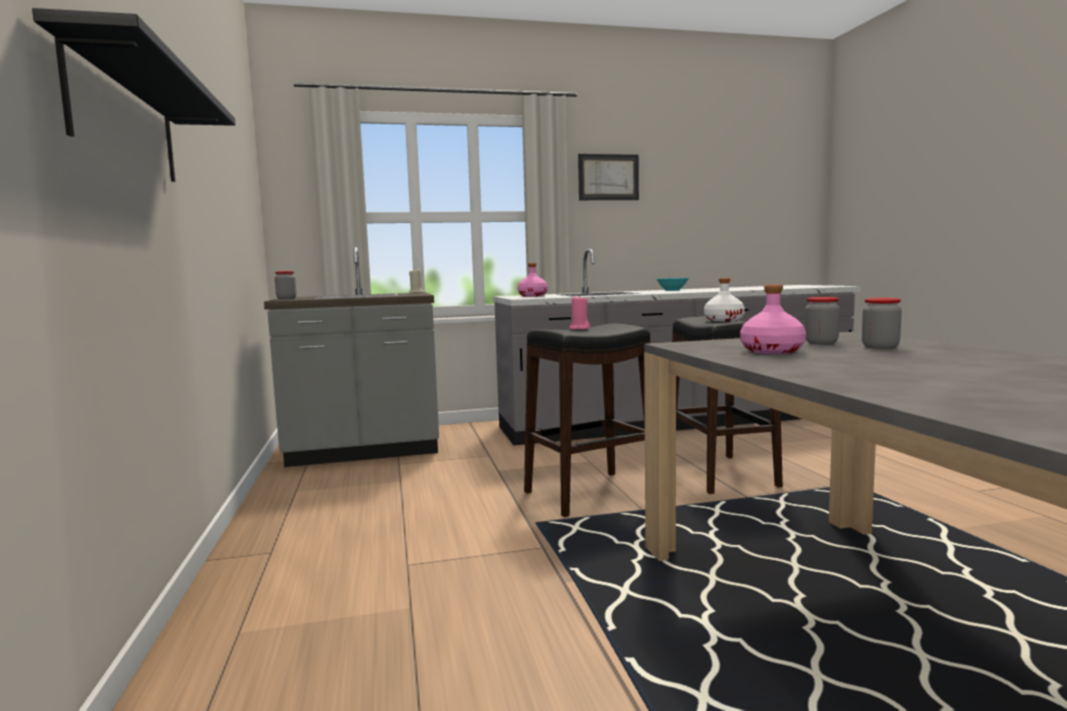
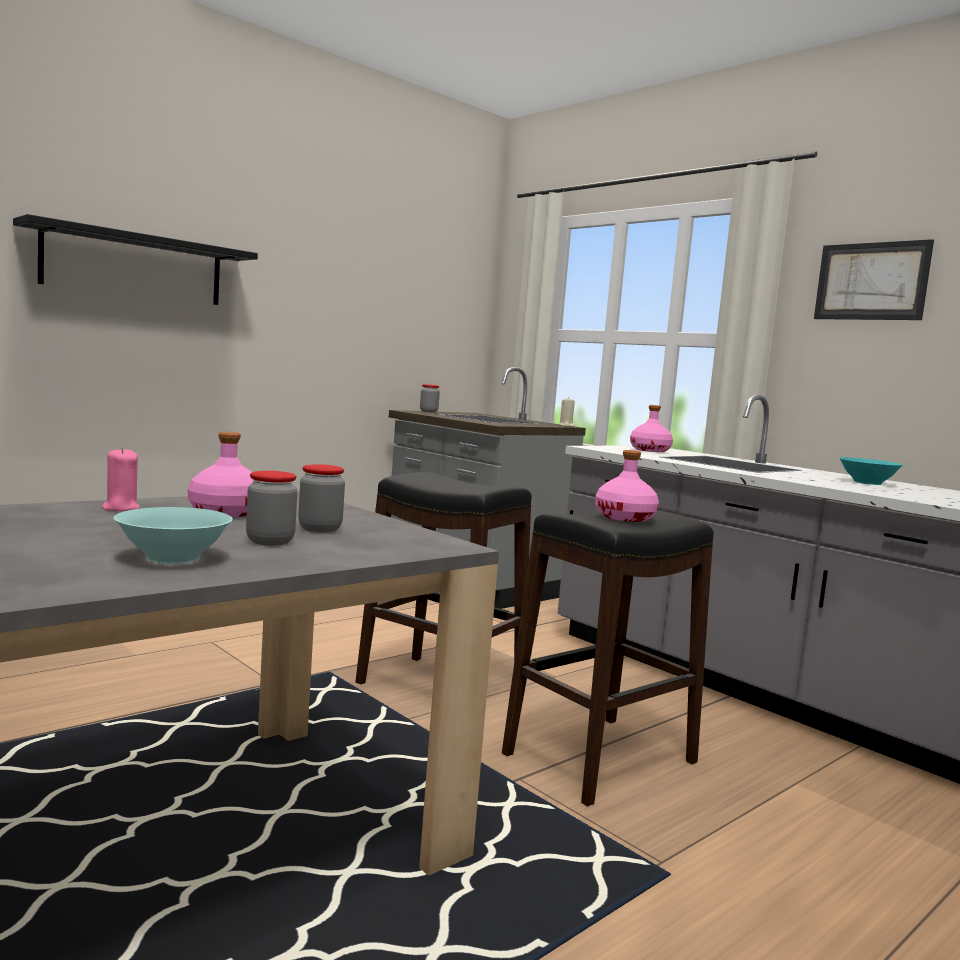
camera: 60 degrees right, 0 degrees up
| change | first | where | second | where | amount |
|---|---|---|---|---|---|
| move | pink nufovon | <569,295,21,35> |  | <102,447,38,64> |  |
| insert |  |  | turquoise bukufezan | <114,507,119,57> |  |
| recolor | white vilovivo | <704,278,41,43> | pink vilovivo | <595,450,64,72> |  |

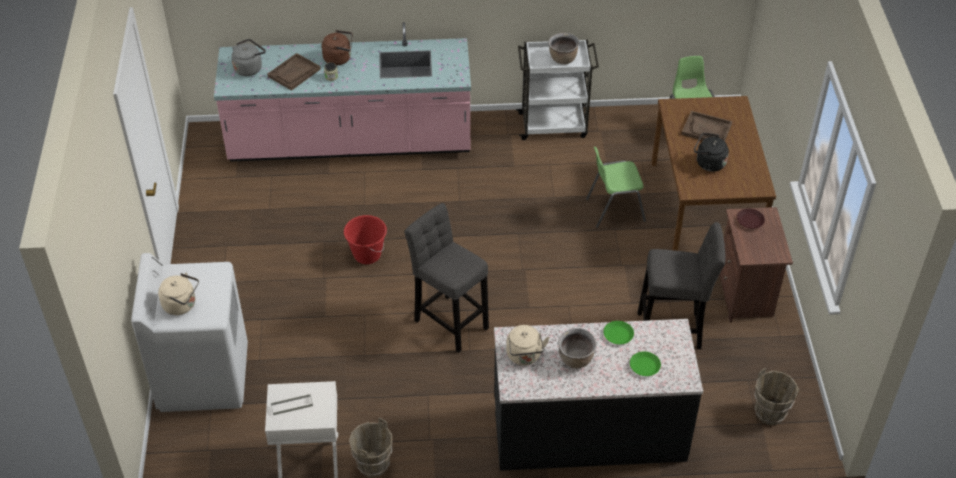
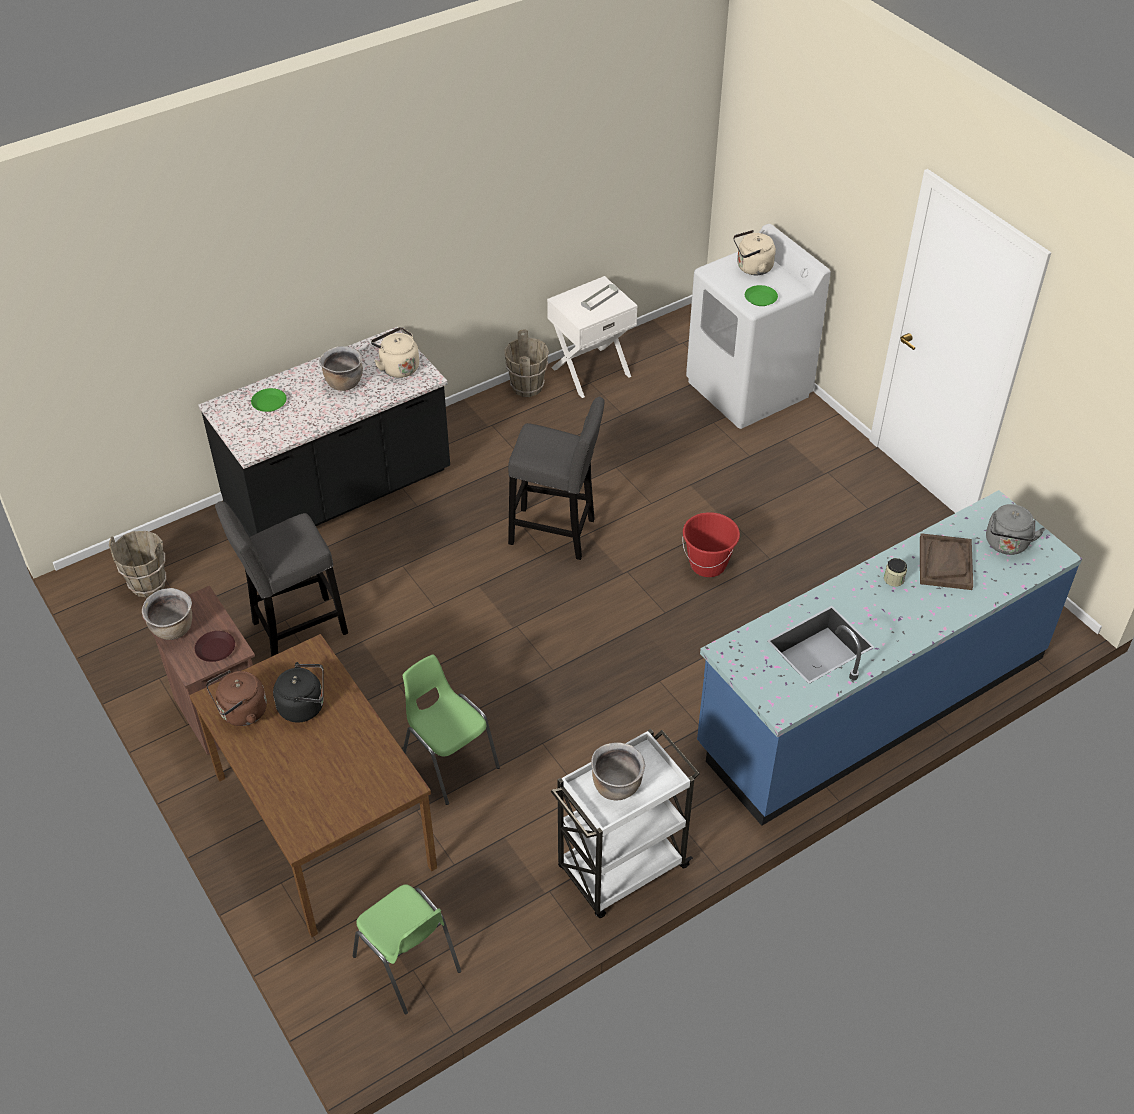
camera: 150 degrees right, 0 degrees up
| change | first | where | second | where | amount |
|---|---|---|---|---|---|
| insert |  |  | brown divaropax | <142,588,50,52> |  |
| move | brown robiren | <322,30,30,36> |  | <206,670,61,56> |  |
| rotate | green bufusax | <586,147,60,81> |  | <403,654,97,151> | 90 degrees counterclockwise |
| recolor | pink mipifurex | <214,22,257,140> | blue mipifurex | <697,490,385,336> |  |
| move | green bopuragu | <603,321,31,23> |  | <745,285,33,21> |  |
| delete | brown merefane | <681,111,51,30> |  |  |  |

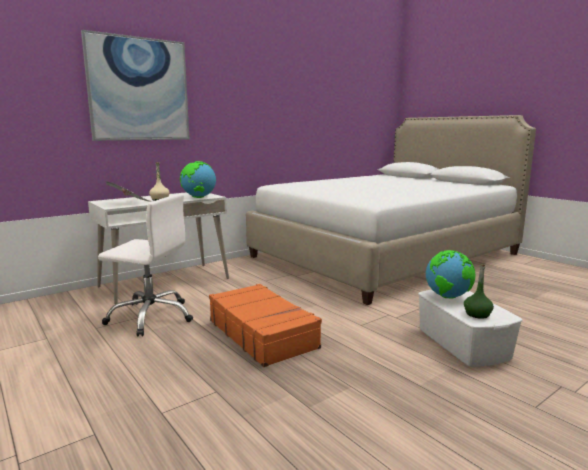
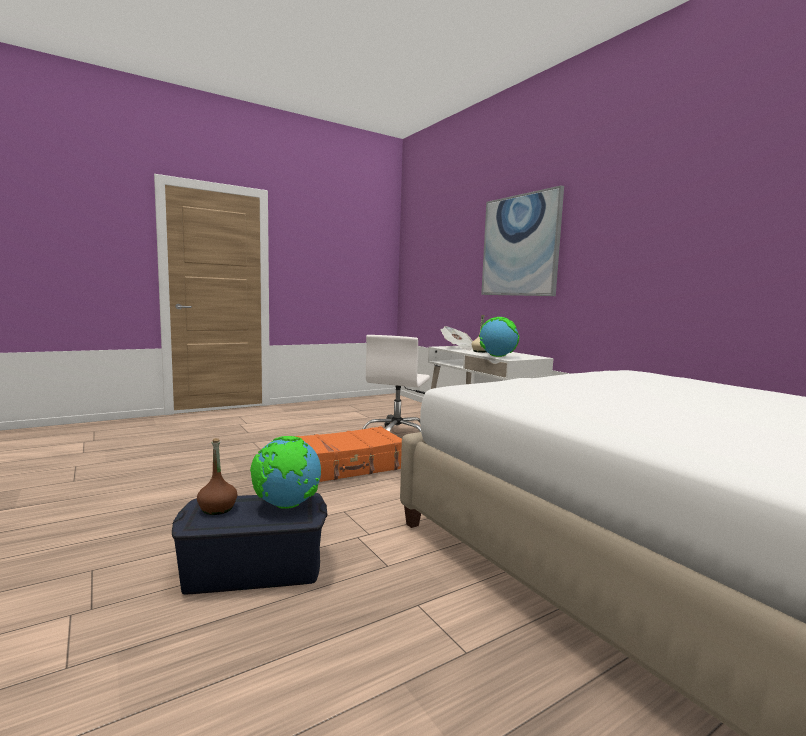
camera: 95 degrees right, 5 degrees down
| change | first | where | second | where | amount |
|---|---|---|---|---|---|
| recolor | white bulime | <418,289,105,78> | blue bulime | <172,493,155,102> |  |
| recolor | green vilovivo | <464,264,30,55> | brown vilovivo | <197,438,40,77> |  |

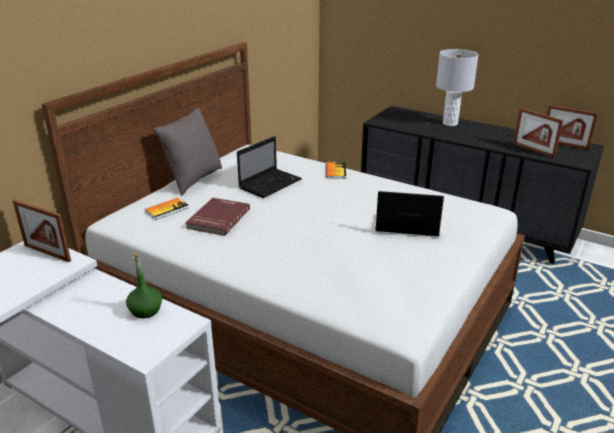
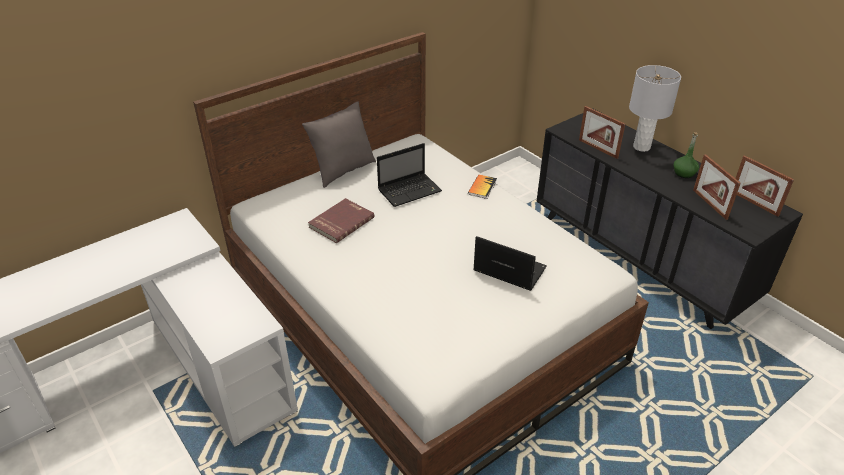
camera: 20 degrees right, 10 degrees up
| change | first | where | second | where | amount |
|---|---|---|---|---|---|
| move | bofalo | <13,200,58,62> |  | <579,106,46,53> |  |
| move | green vilovivo | <126,253,36,65> |  | <674,132,25,46> |  |
| delete | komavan | <145,198,44,22> |  |  |  |

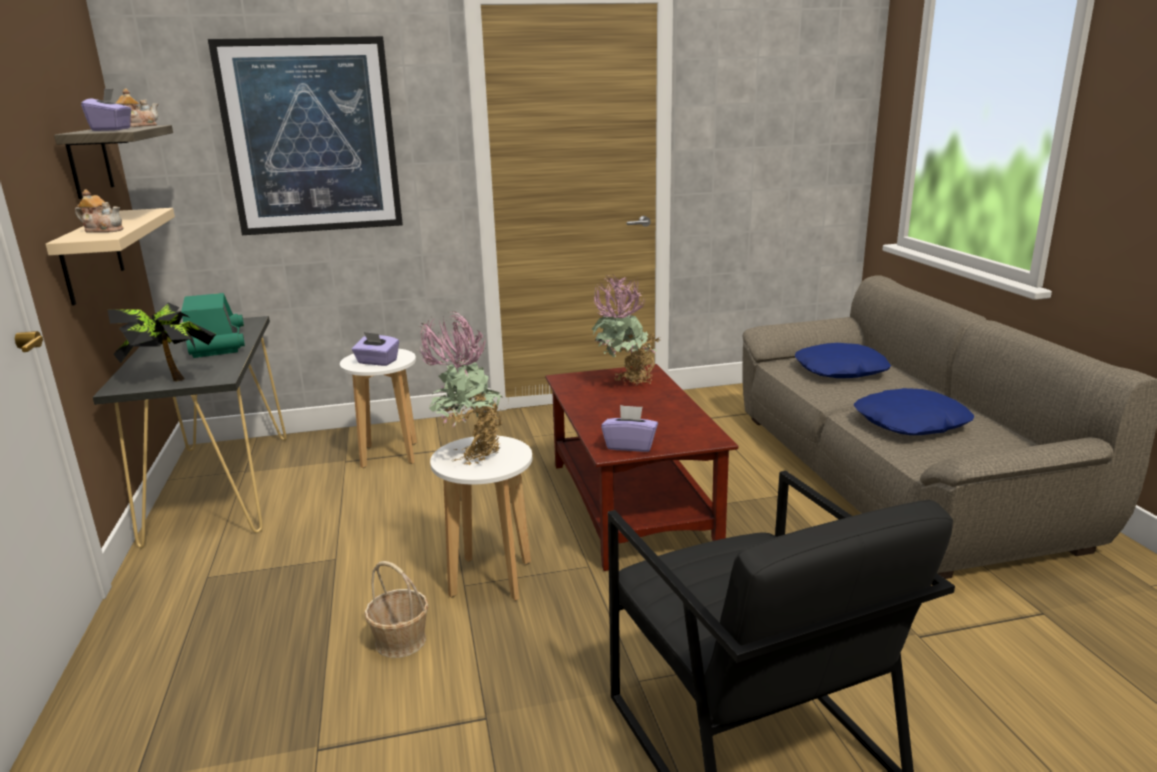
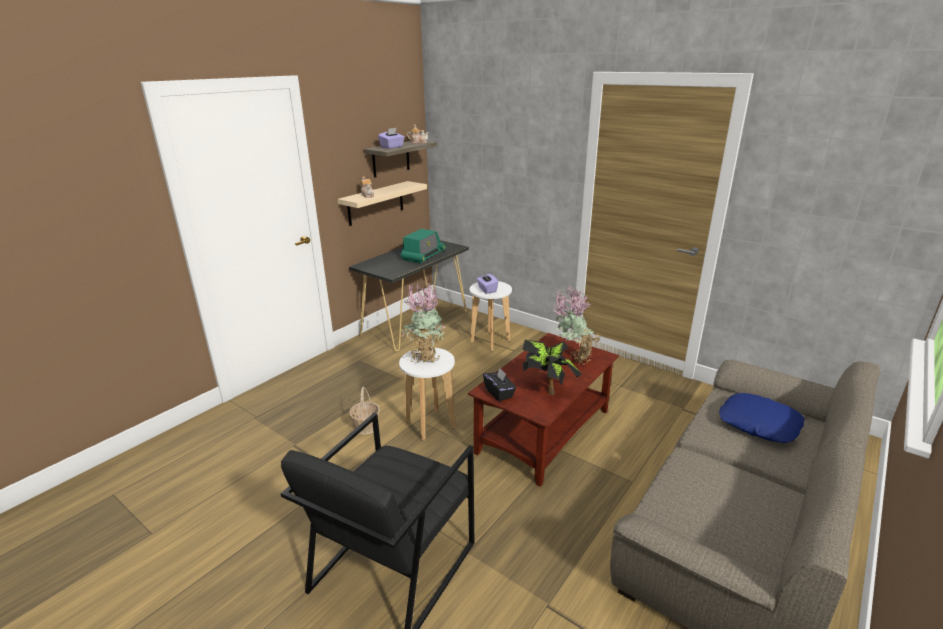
camera: 50 degrees right, 5 degrees up
| change | first | where | second | where | amount |
|---|---|---|---|---|---|
| recolor | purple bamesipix | <601,405,57,47> | black bamesipix | <483,368,33,33> |  |
| move | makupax | <108,303,108,78> |  | <522,340,60,55> |  |
| delete | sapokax | <208,36,195,199> |  |  |  |
| delete | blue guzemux | <854,388,120,47> |  |  |  |

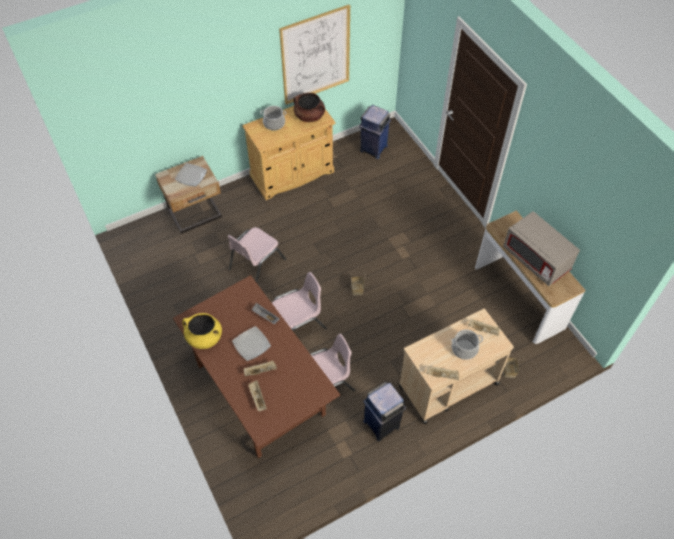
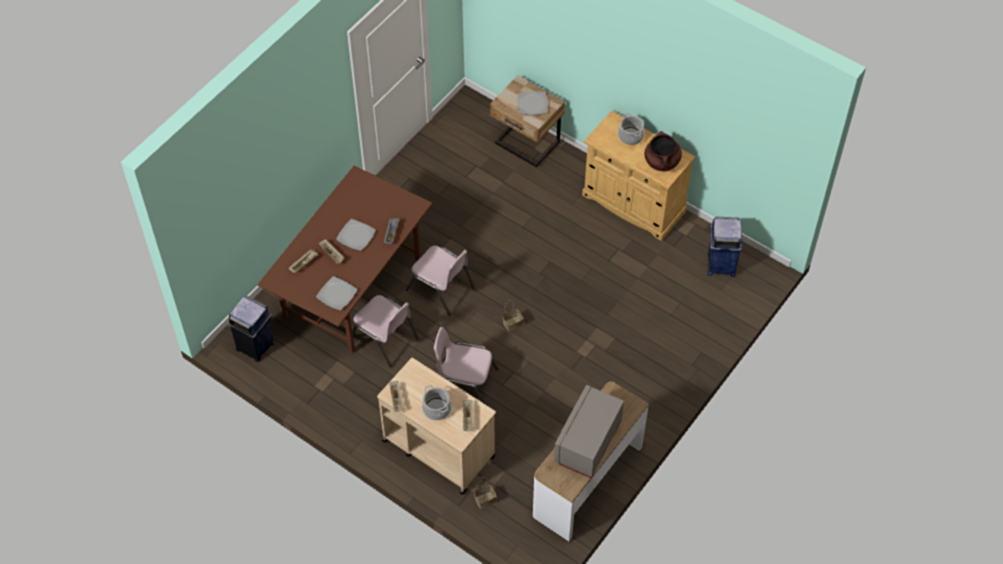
camera: 65 degrees right, 0 degrees up
| change | first | where | second | where | amount |
|---|---|---|---|---|---|
| move | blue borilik | <363,382,43,59> |  | <228,296,47,66> |  |
| insert |  |  | bopuragu | <316,276,41,35> |  |
| move | pink bufusax | <228,227,58,56> |  | <434,327,64,78> |  |
| delete | yellow divaropax | <182,313,40,36> |  |  |  |
| delete | sapokax | <279,5,71,100> |  |  |  |

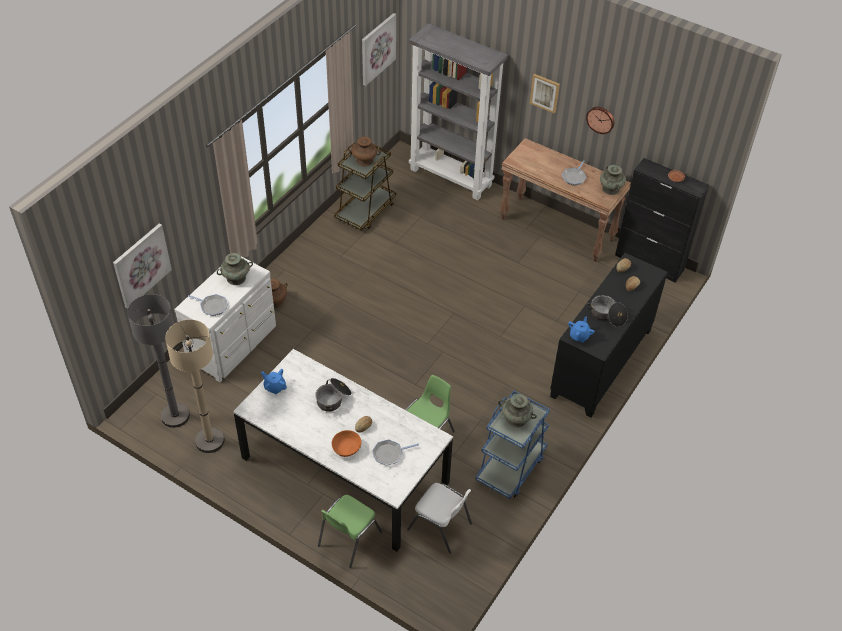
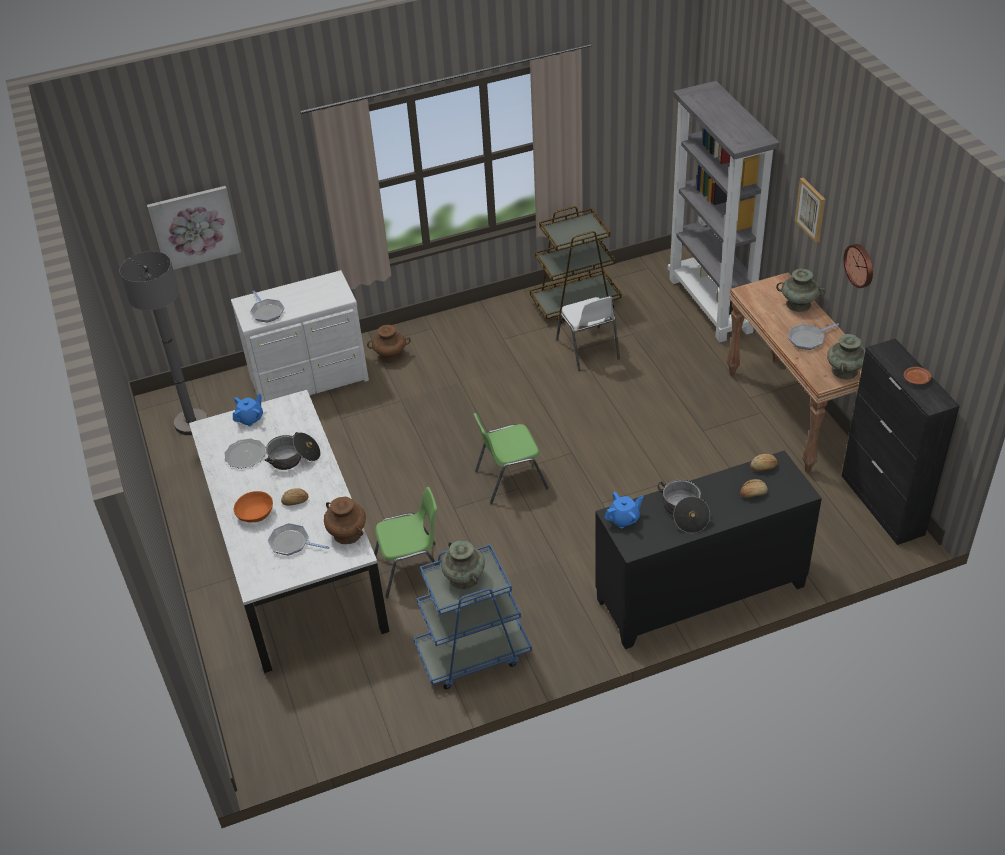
camera: 40 degrees right, 5 degrees down
| change | first | where | second | where | amount |
|---|---|---|---|---|---|
| insert |  |  | bopuragu | <224,438,42,31> |  |
| rotate | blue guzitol | <261,369,26,25> |  | <233,394,30,32> | 60 degrees clockwise |
| move | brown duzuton | <348,137,33,29> |  | <324,497,42,47> |  |
| move | green bufusax | <318,495,64,73> |  | <474,413,75,91> |  |
| move | white bufusax | <407,483,65,71> |  | <556,296,64,75> |  |
| move | turquoise duzuton | <217,253,36,32> |  | <776,269,50,43> |  |
| delete | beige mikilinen | <165,319,59,134> |  |  |  |
| delete | sapokax | <362,13,34,73> |  |  |  |

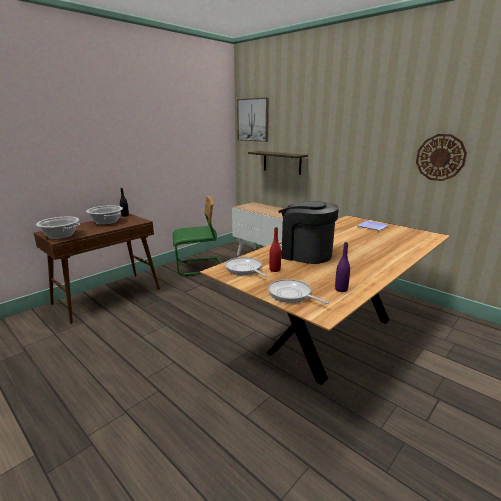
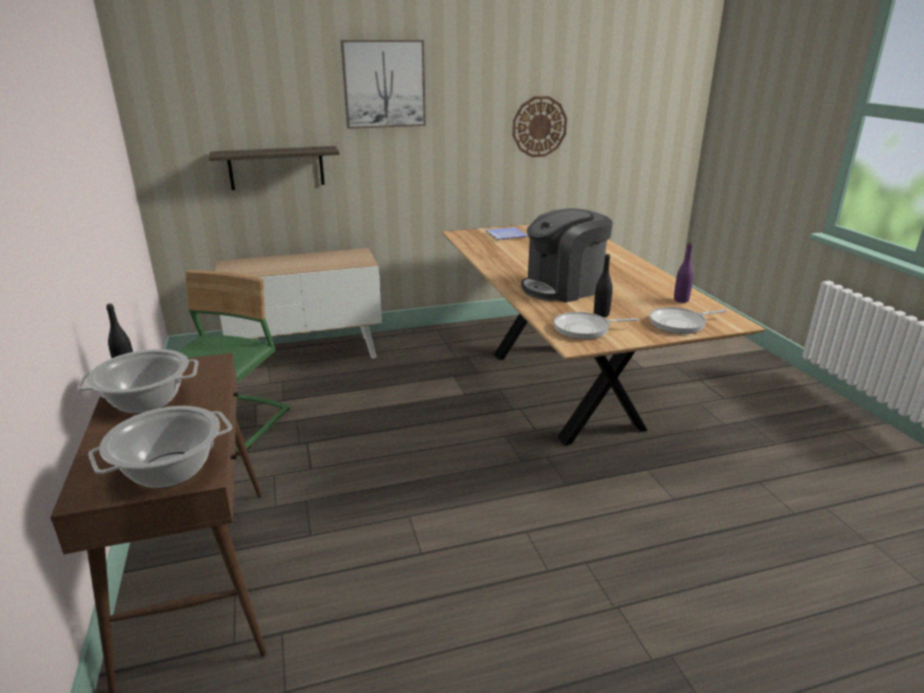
camera: 60 degrees left, 5 degrees up
| change | first | where | second | where | amount |
|---|---|---|---|---|---|
| move | sapokax | <237,98,32,44> |  | <341,40,85,89> |  |
| recolor | red vilovivo | <269,227,12,45> | black vilovivo | <594,254,19,63> |  |

